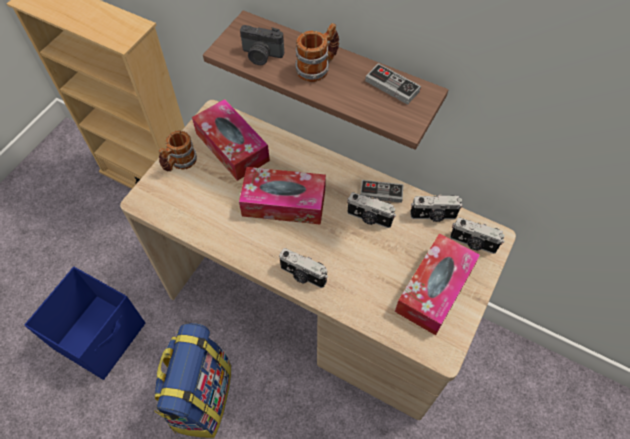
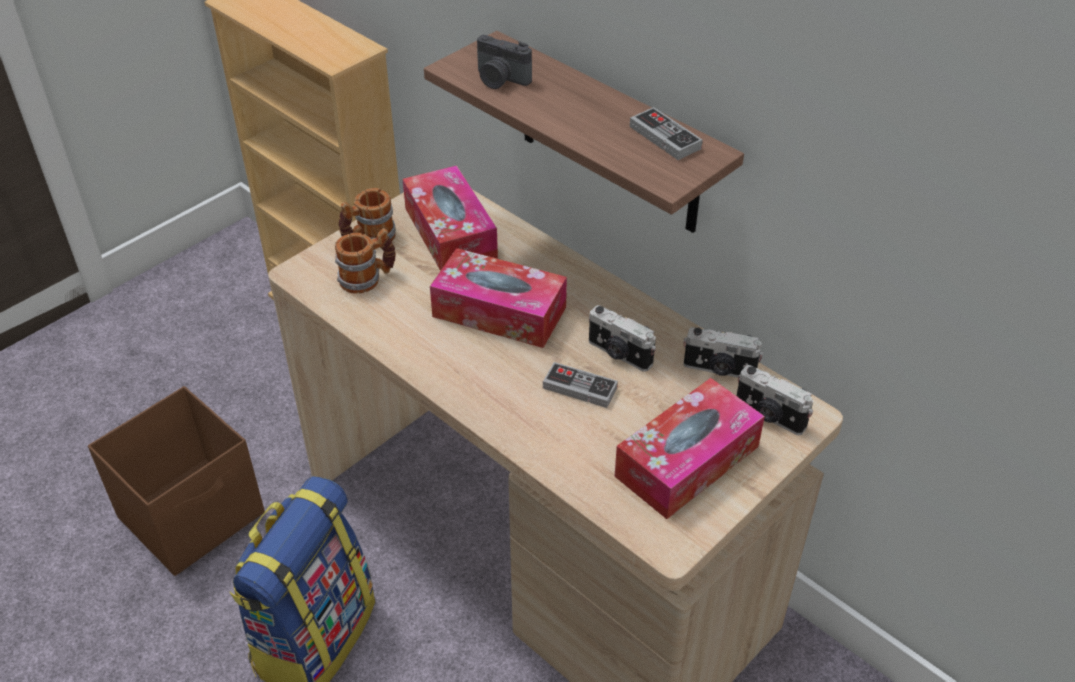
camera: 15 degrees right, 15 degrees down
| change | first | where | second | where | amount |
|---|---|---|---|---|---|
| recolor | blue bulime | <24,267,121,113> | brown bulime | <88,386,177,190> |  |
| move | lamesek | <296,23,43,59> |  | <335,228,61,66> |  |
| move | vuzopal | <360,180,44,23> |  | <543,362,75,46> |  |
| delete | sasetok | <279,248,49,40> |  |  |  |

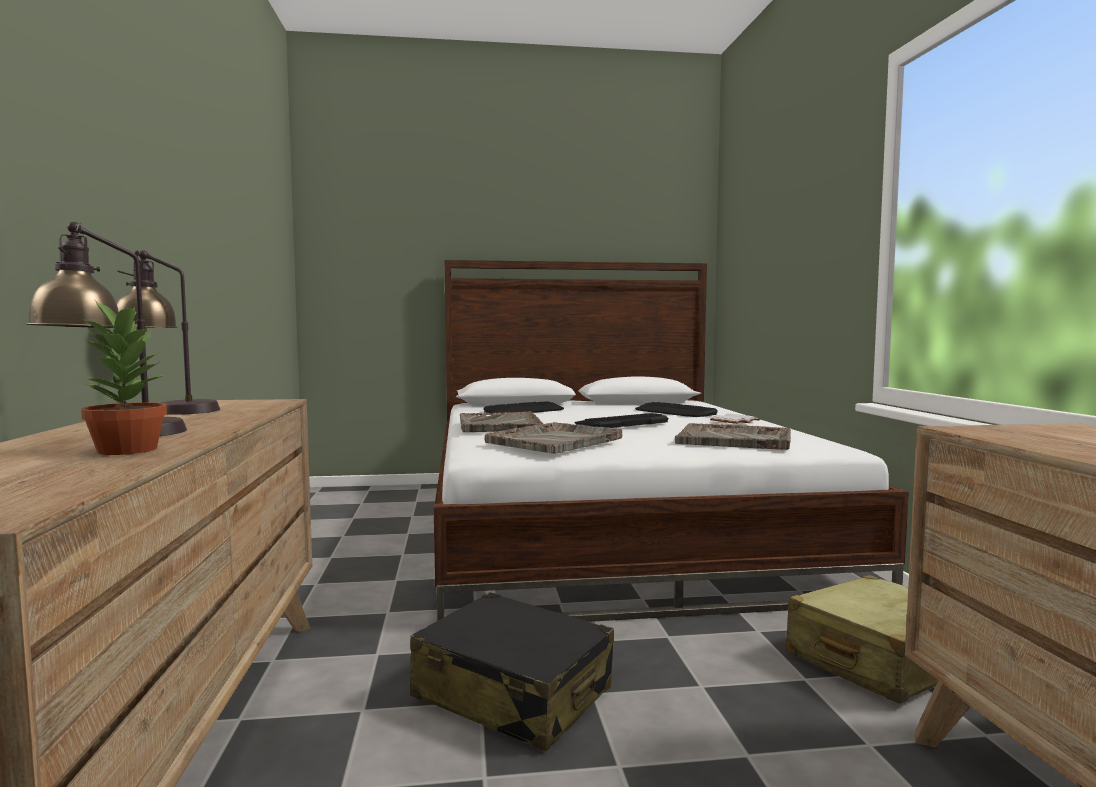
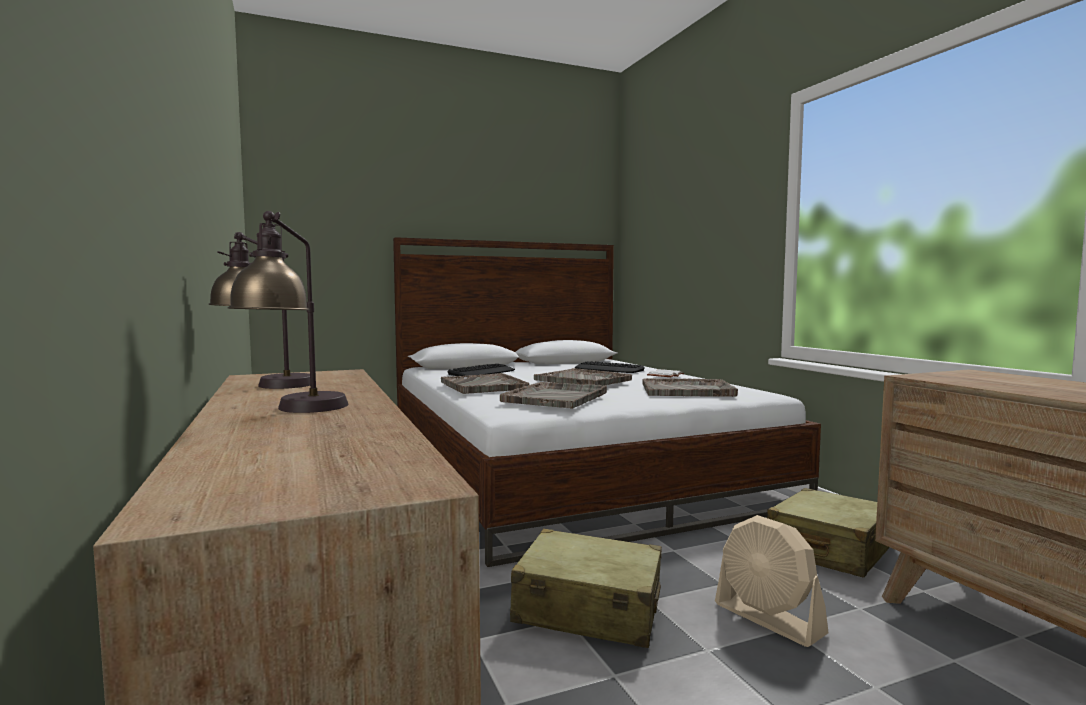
camera: 15 degrees left, 0 degrees up
| change | first | where | second | where | amount |
|---|---|---|---|---|---|
| recolor | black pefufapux | <410,592,204,159> | beige pefufapux | <510,529,152,119> |  |
| replace | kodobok | <575,413,93,15> | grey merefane | <534,368,98,18> |  |
| insert |  |  | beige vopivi | <715,515,113,132> |  |
| delete | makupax | <80,300,88,155> |  |  |  |

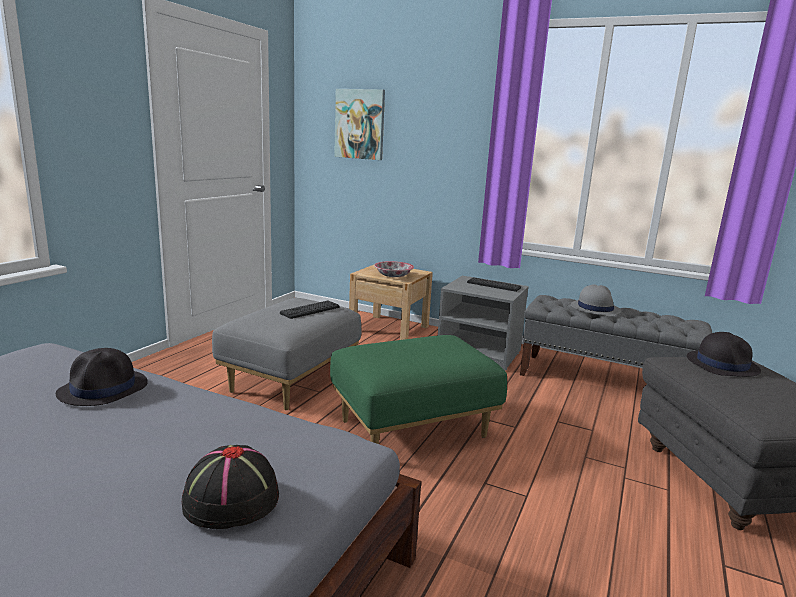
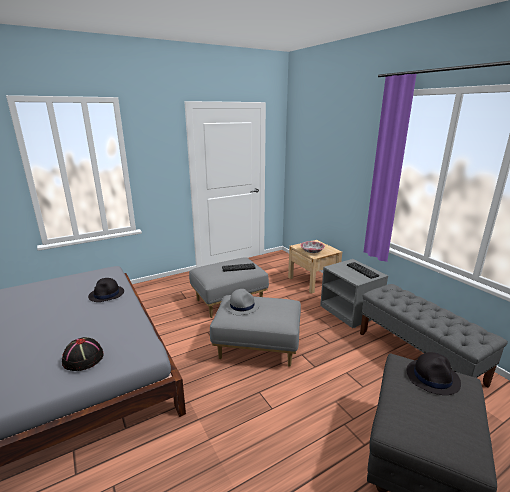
camera: 35 degrees right, 5 degrees up
| change | first | where | second | where | amount |
|---|---|---|---|---|---|
| recolor | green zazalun | <330,335,177,109> | grey zazalun | <210,295,91,72> |  |
| move | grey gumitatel | <571,284,50,33> |  | <225,289,34,26> |  |
| delete | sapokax | <334,89,51,71> |  |  |  |

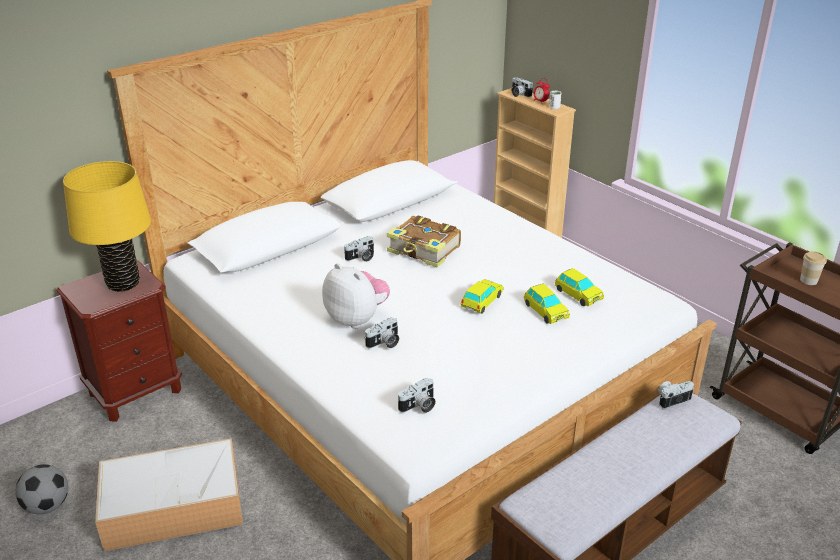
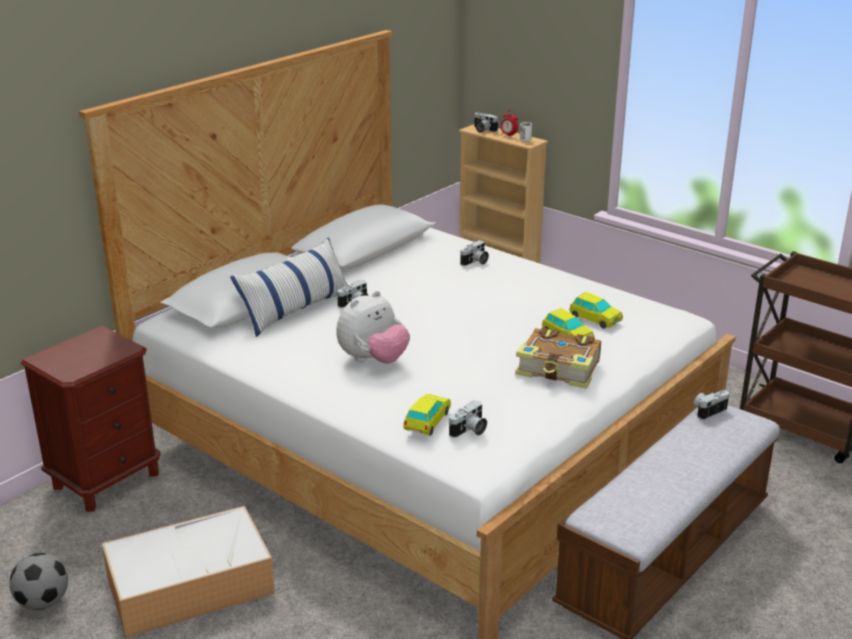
camera: 10 degrees left, 5 degrees down
| change | first | where | second | where | amount |
|---|---|---|---|---|---|
| insert |  |  | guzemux | <230,238,117,99> |  |
| rotate | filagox | <322,263,68,66> |  | <336,291,74,73> | 105 degrees clockwise |
| move | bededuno | <461,279,42,35> |  | <403,394,48,42> |  |
| move | sasetok | <365,317,34,31> |  | <460,240,29,26> |  |
| move | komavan | <387,215,74,53> |  | <515,327,86,62> |  |
| delete | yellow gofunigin | <63,161,88,131> |  |  |  |
| delete | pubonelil | <800,251,27,34> |  |  |  |

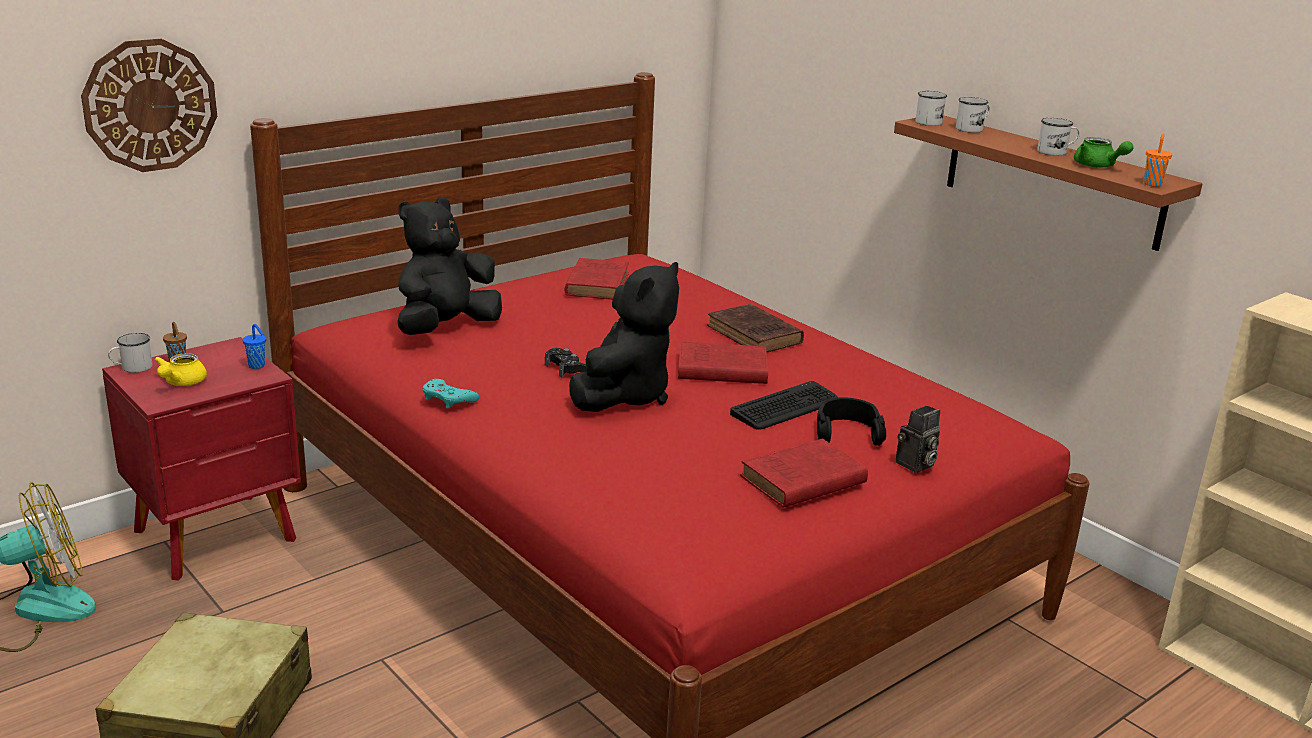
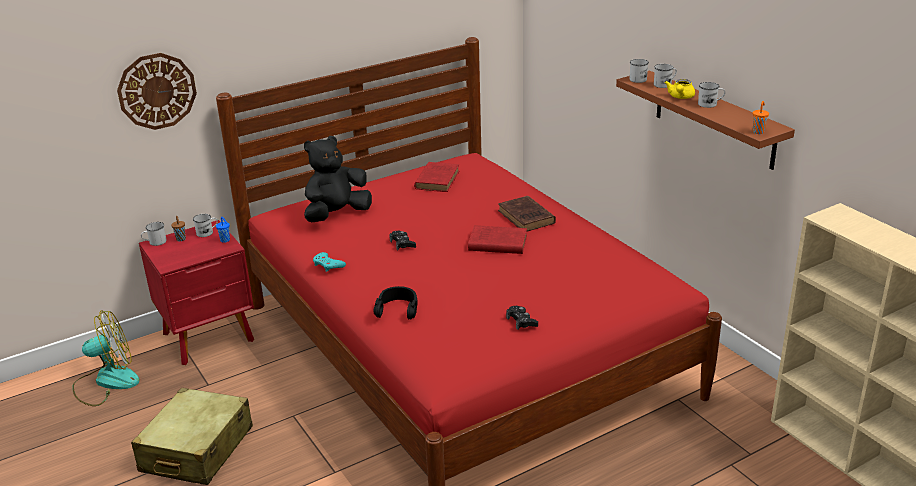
camera: 10 degrees right, 5 degrees up
| change | first | where | second | where | amount |
|---|---|---|---|---|---|
| insert |  |  | white lamesek | <193,214,25,23> |  |
| move | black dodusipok | <817,397,69,49> |  | <374,286,44,33> |  |
| replace | red komavan | <740,439,128,69> | black vuzopal | <506,306,32,24> |  |
| move | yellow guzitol | <154,353,53,33> |  | <665,79,30,20> |  |
| delete | black filagox | <569,262,110,150> |  |  |  |
| delete | kodobok | <730,381,108,48> |  |  |  |
| delete | sasetok | <896,405,44,68> |  |  |  |
| delete | green guzitol | <1074,137,59,31> |  |  |  |

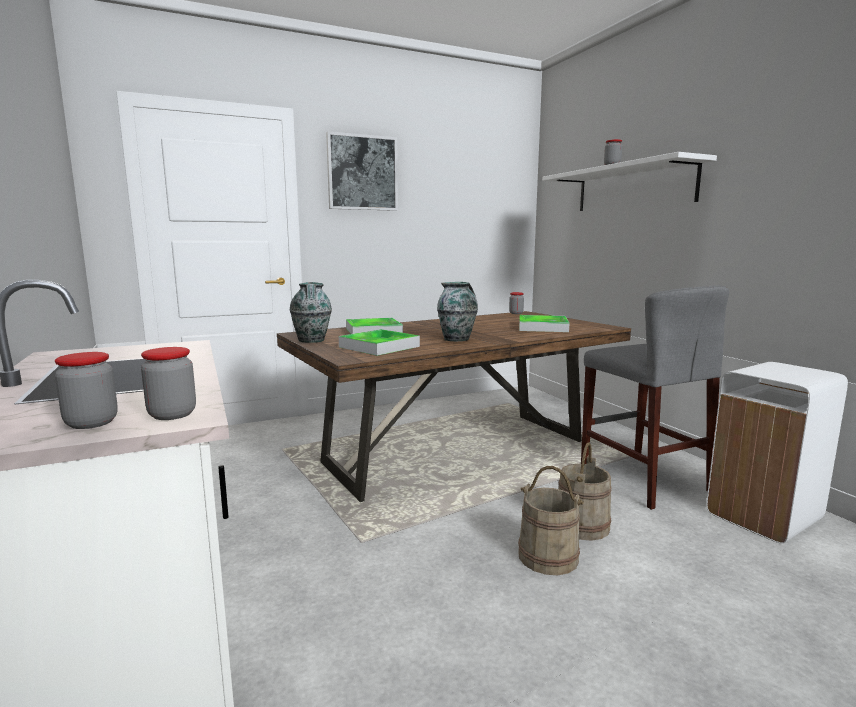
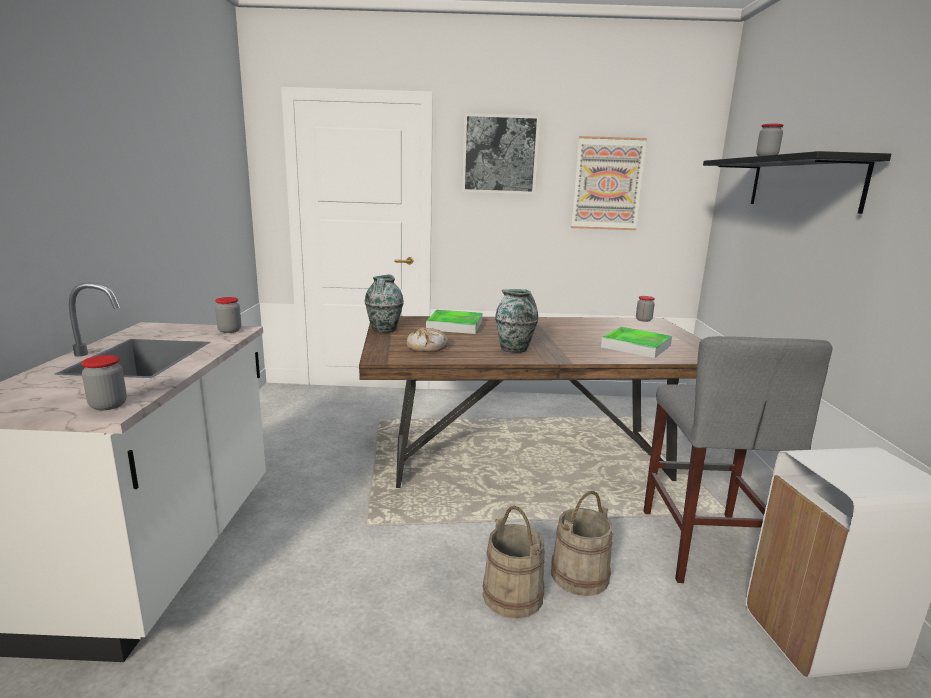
camera: 25 degrees right, 5 degrees up
| change | first | where | second | where | amount |
|---|---|---|---|---|---|
| move | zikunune | <55,352,63,77> |  | <215,297,26,36> |  |
| replace | merefane | <339,329,81,27> | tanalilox | <407,328,42,24> |  |
| insert |  |  | sapokax | <571,136,76,94> |  |
| recolor | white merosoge | <543,152,174,59> | black merosoge | <703,151,188,63> |  |

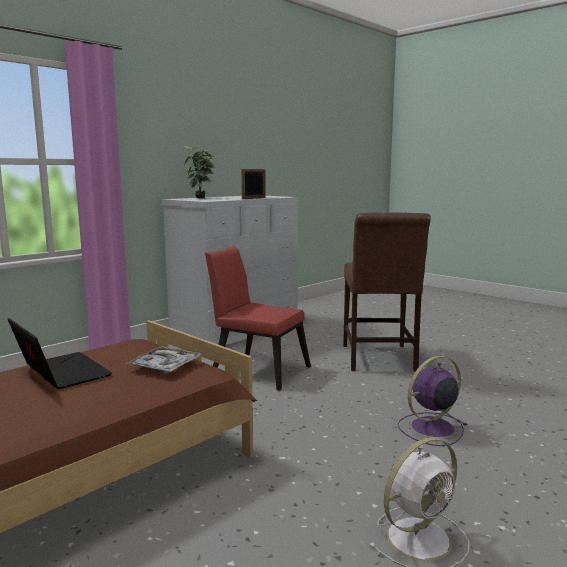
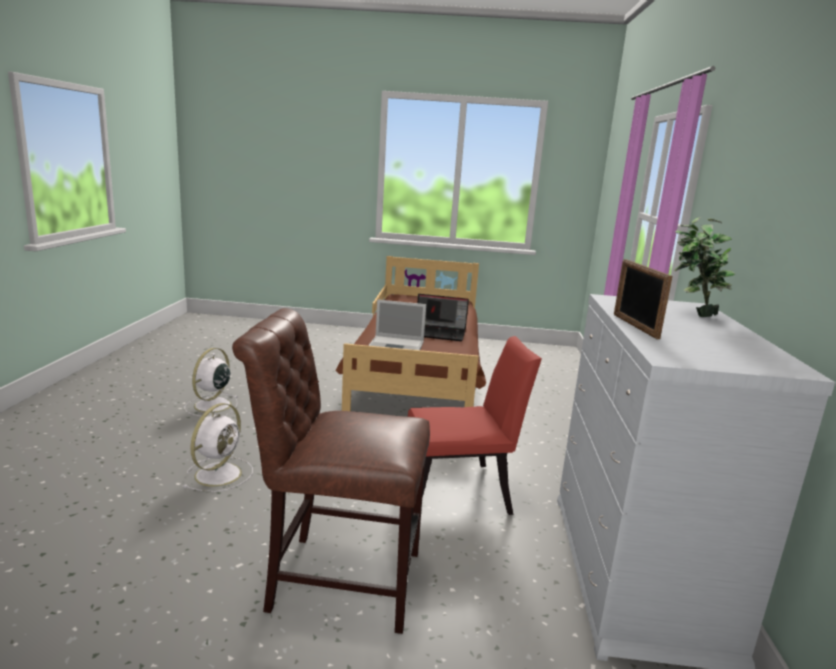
camera: 140 degrees right, 5 degrees up
| change | first | where | second | where | amount |
|---|---|---|---|---|---|
| recolor | purple vopivi | <398,356,70,90> | white vopivi | <183,403,70,89> |  |
| rotate | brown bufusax | <343,212,88,160> |  | <232,308,198,326> | 45 degrees counterclockwise |
| replace | merefane | <126,346,76,26> | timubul | <368,299,58,51> |  |

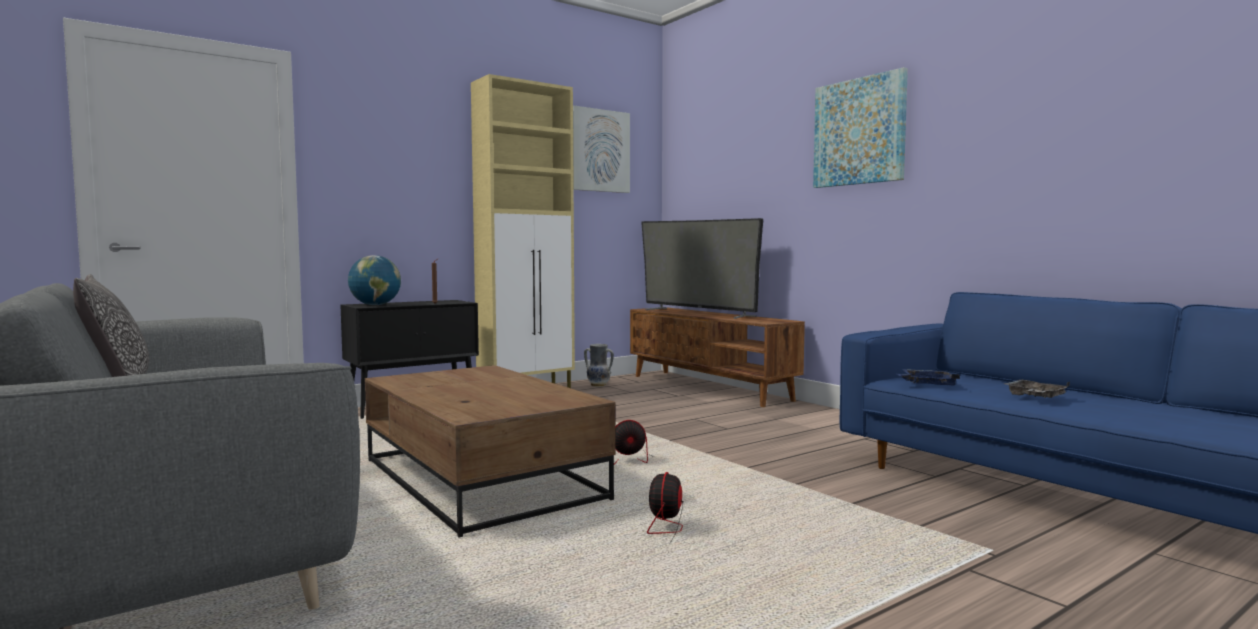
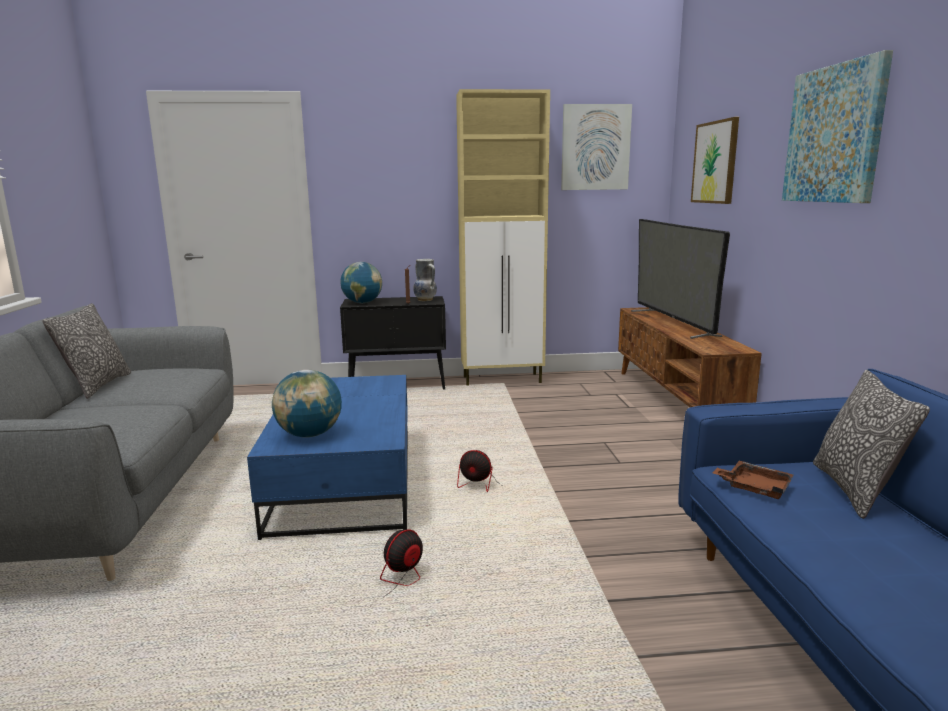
camera: 30 degrees right, 10 degrees up
| change | first | where | second | where | amount |
|---|---|---|---|---|---|
| recolor | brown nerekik | <365,365,251,173> | blue nerekik | <247,375,161,165> |  |
| insert |  |  | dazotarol | <272,370,70,68> |  |
| move | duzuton | <584,344,30,43> |  | <413,259,24,42> |  |
| insert |  |  | sapokax | <691,117,48,87> |  |
| recolor | blue merefane | <896,369,64,16> | brown merefane | <713,461,81,38> |  |
| insert |  |  | guzemux | <813,370,117,149> |  |
| delete | grey merefane | <1004,380,66,18> |  |  |  |

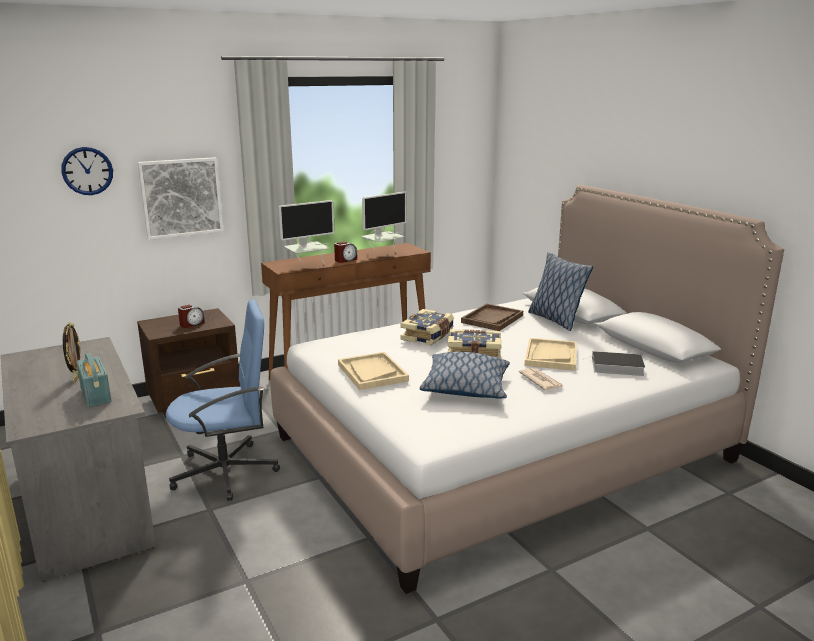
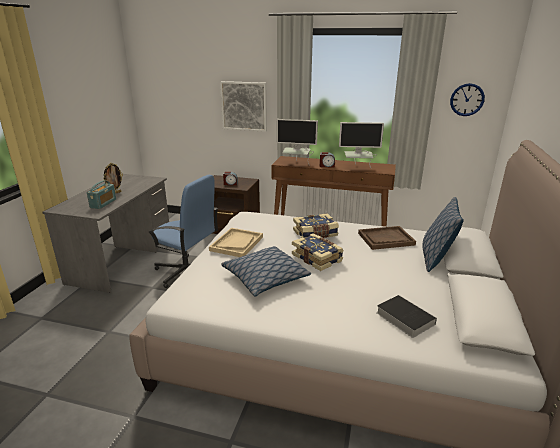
camera: 45 degrees right, 5 degrees up
| change | first | where | second | where | amount |
|---|---|---|---|---|---|
| move | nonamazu | <61,147,52,48> |  | <450,83,35,33> |  |
| delete | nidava | <519,368,44,22> |  |  |  |
| delete | beige merefane | <524,338,53,33> |  |  |  |

